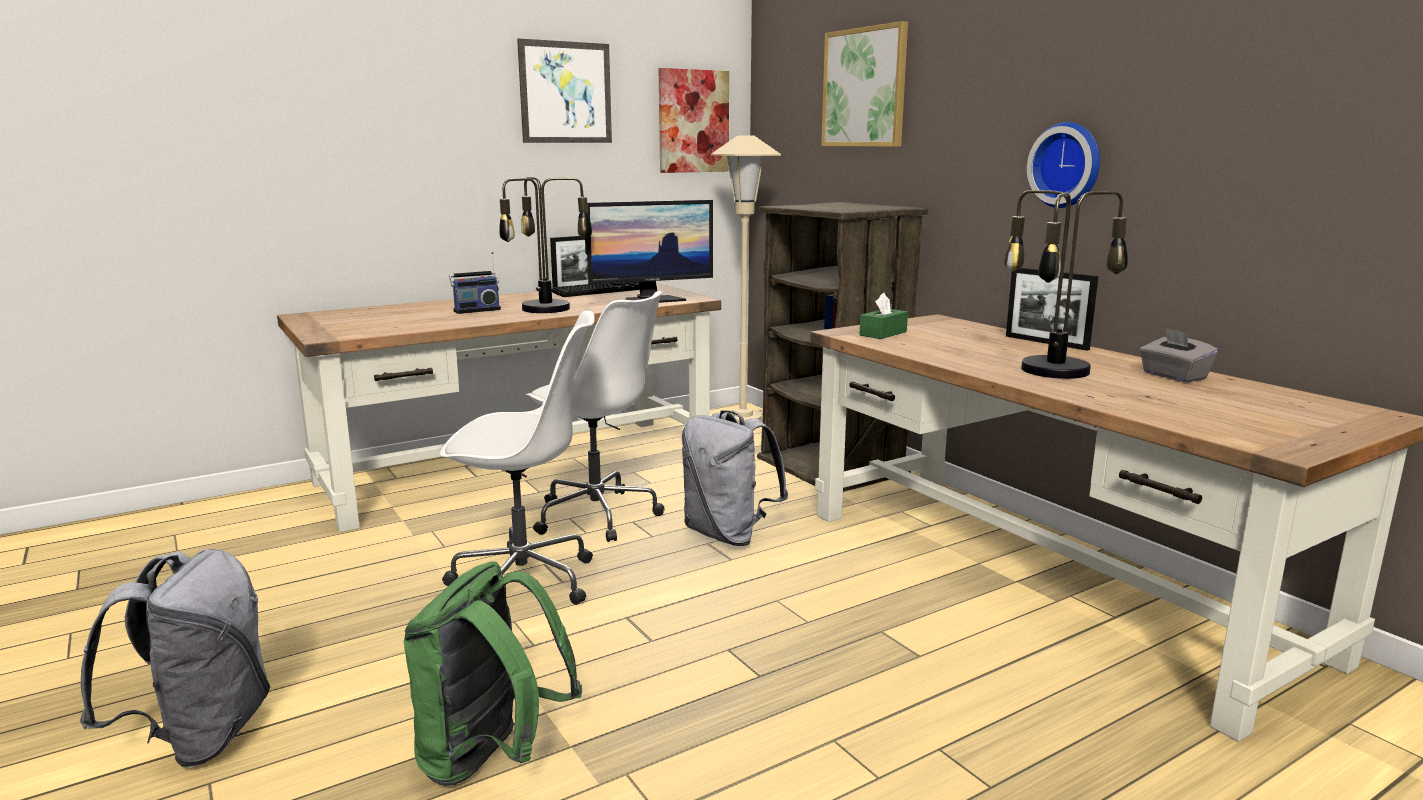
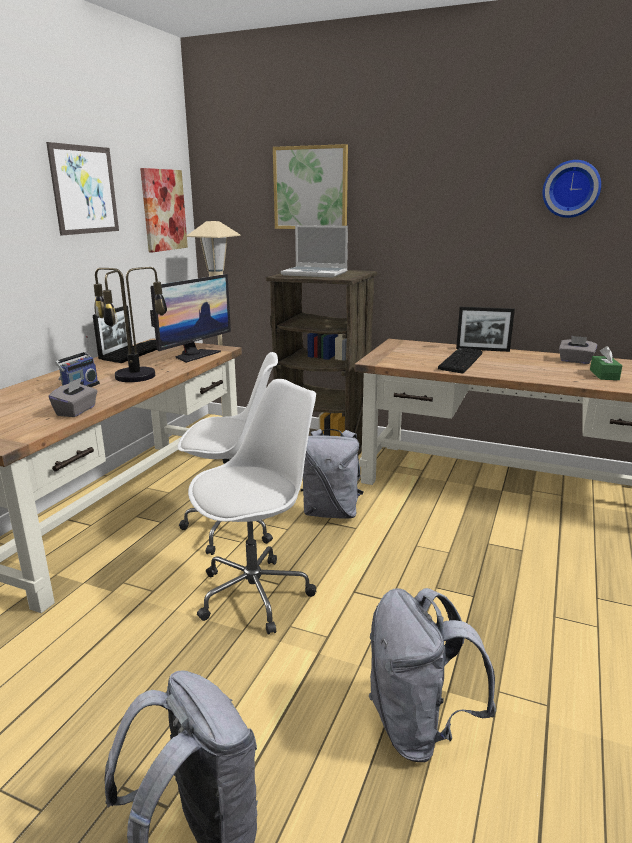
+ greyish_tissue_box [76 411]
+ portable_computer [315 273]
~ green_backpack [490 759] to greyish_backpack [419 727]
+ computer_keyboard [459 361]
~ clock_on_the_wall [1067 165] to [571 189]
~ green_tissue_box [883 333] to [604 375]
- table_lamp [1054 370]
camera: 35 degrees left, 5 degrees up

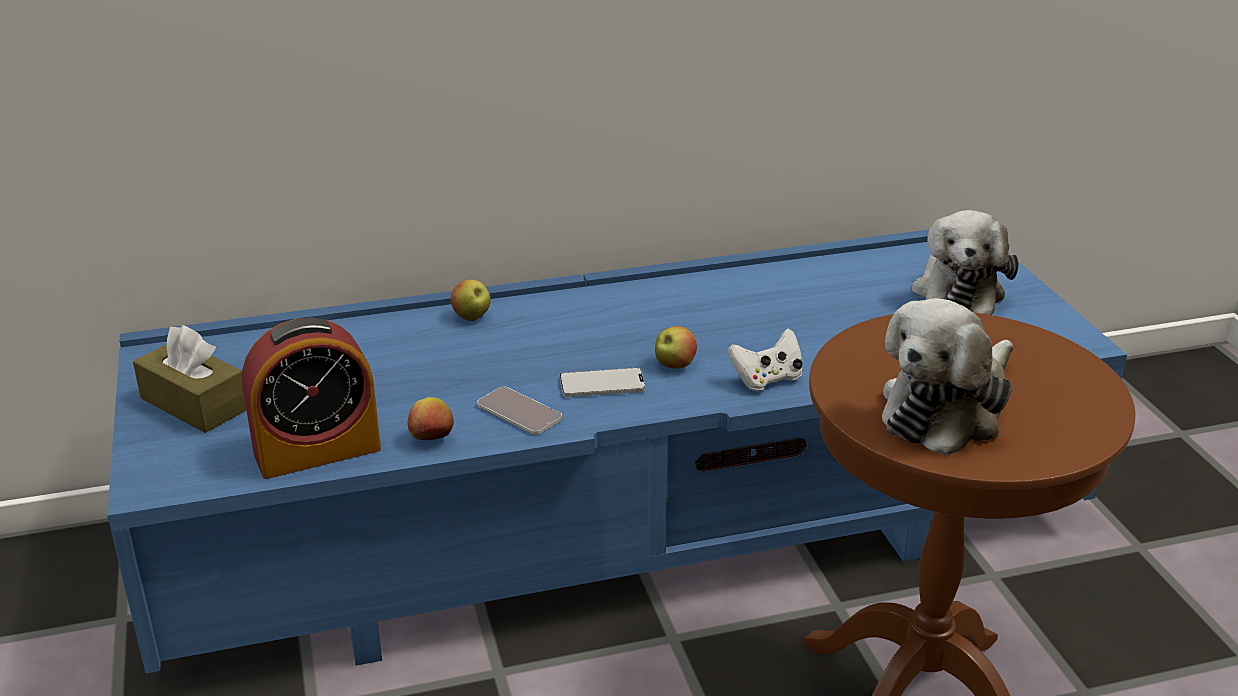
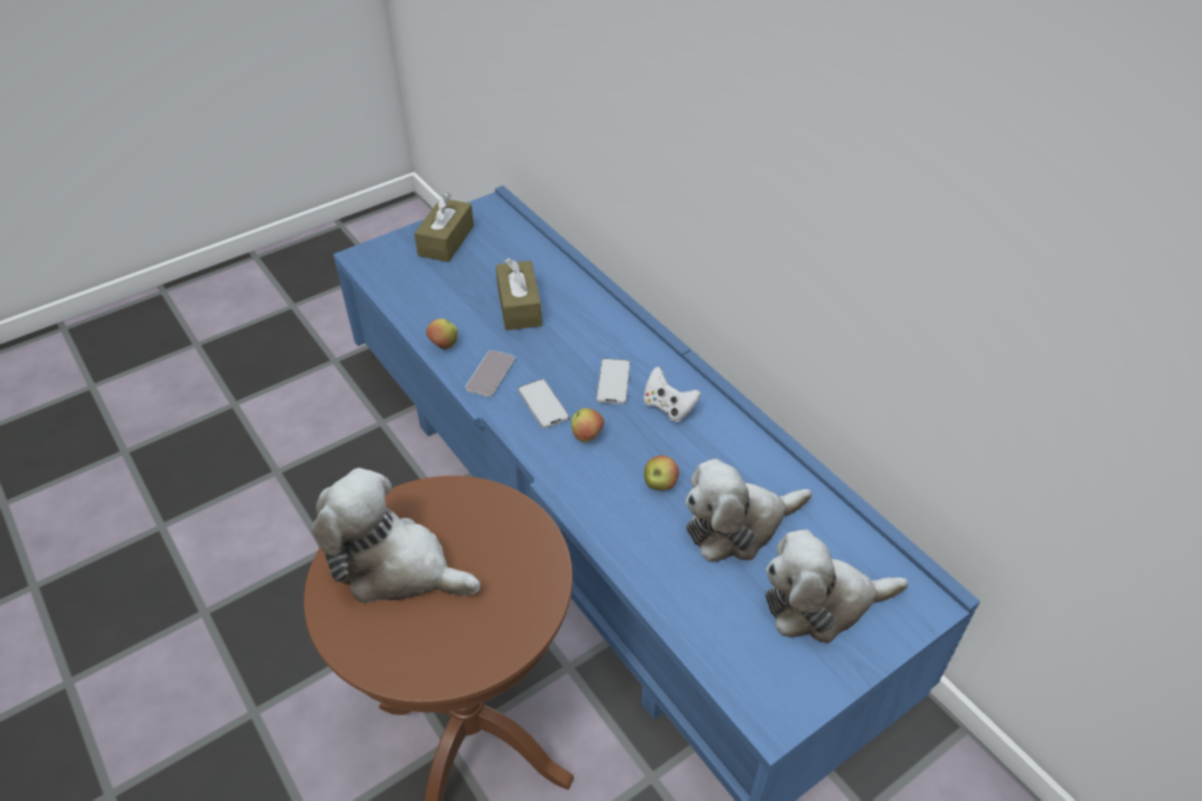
+ brownish_tissue_box [519 306]
+ phone [613 382]
~ white_joypad [767 379] to [668 407]
~ whole_apple [472 317] to [660 484]
+ soft_toy [738 526]
- alarm_clock [317 451]
camera: 70 degrees right, 15 degrees up

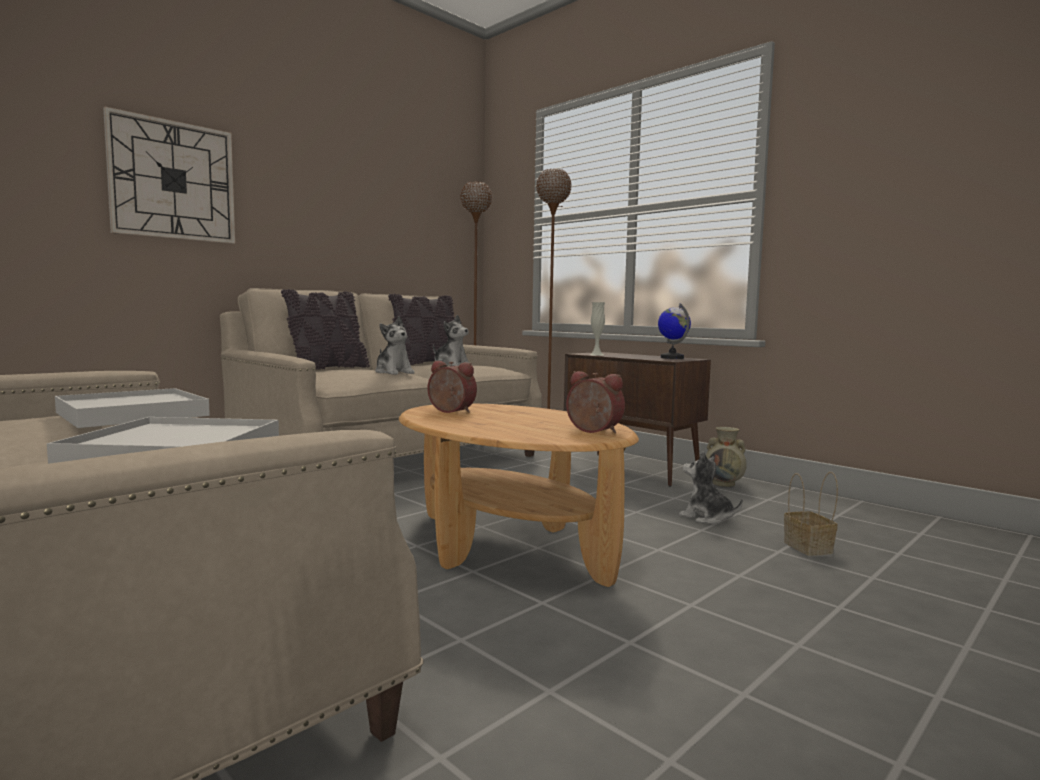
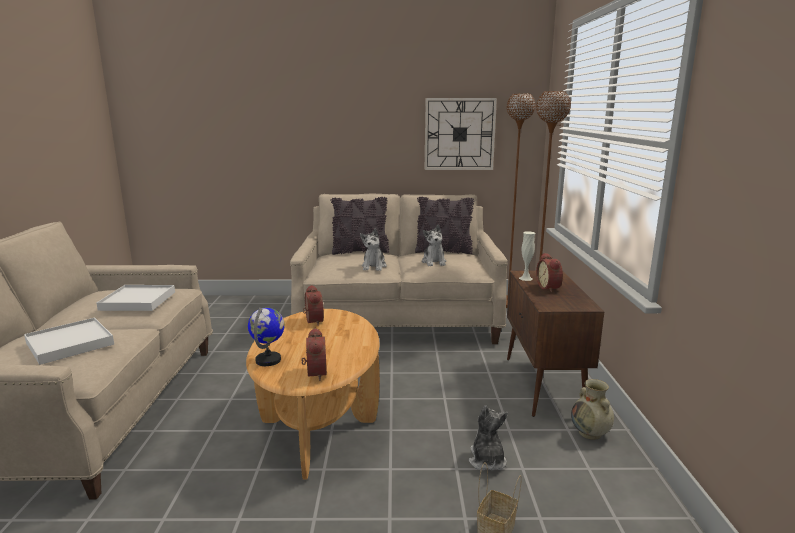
~ world_globe [672 358] to [268 360]
~ clock_on_the_wall [173 180] to [459 134]
+ alarm_clock [549 288]
camera: 45 degrees right, 10 degrees up

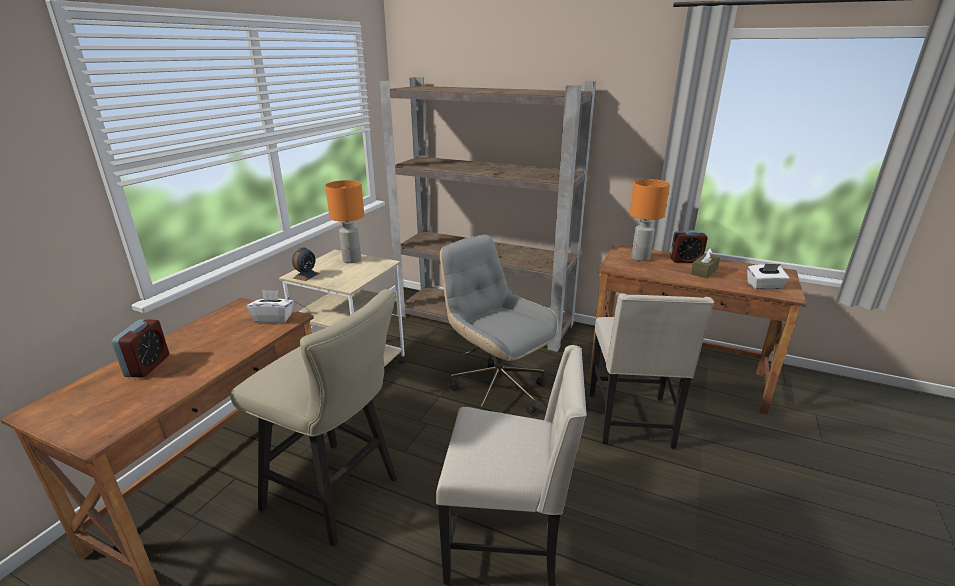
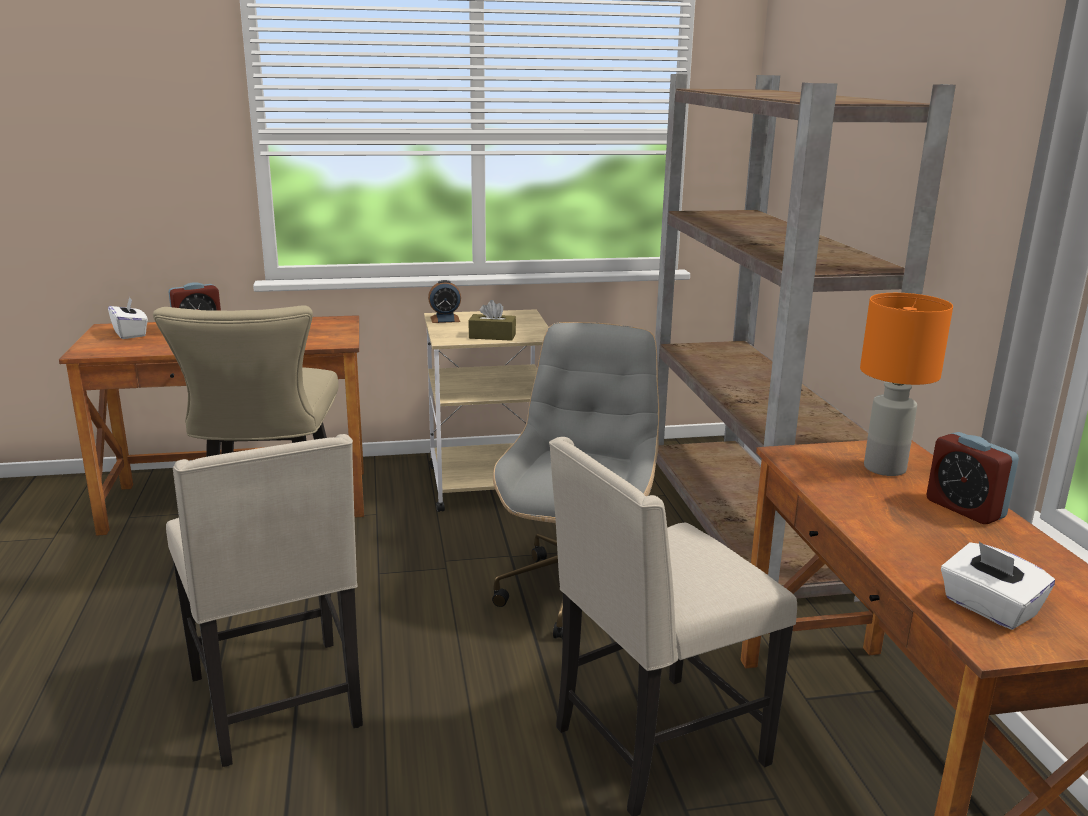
~ white_tissue_box [273 318] to [130 333]
~ brownish_tissue_box [704 271] to [492 336]
- orange-coloured_table_lamp [352 260]
camera: 55 degrees right, 5 degrees down

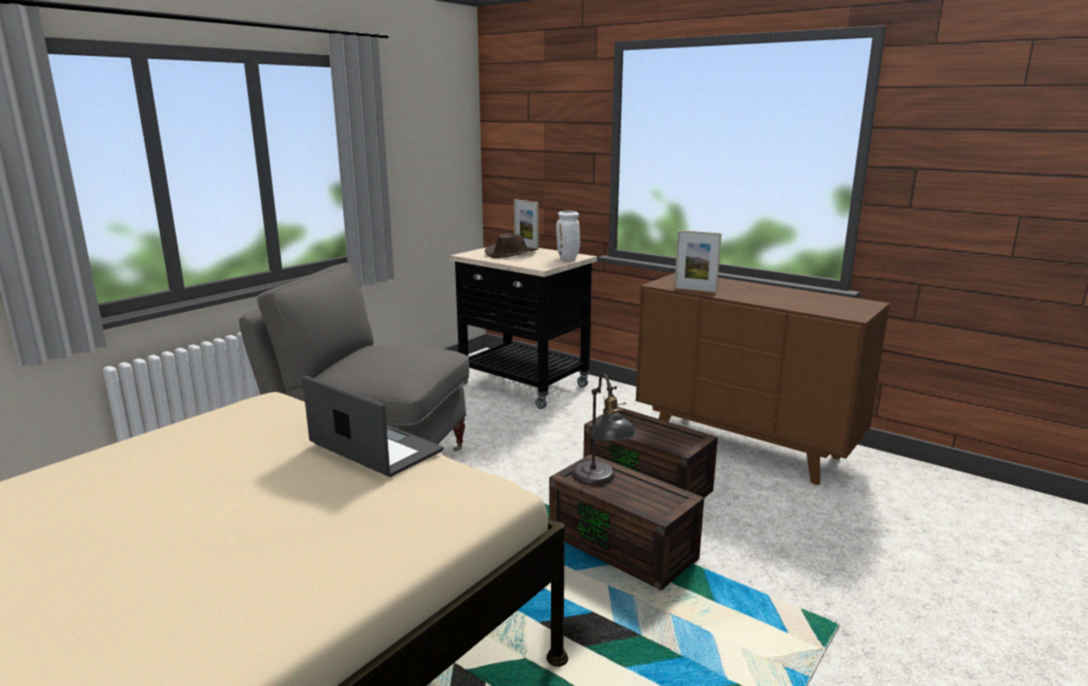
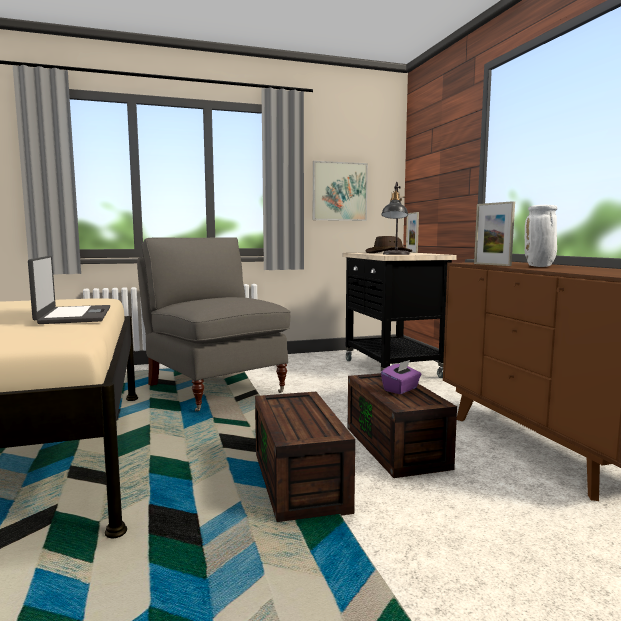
+ wall_art [339 191]
~ greyish_table_lamp [601 483] to [395 254]
+ purple_tissue_box [401 389]
~ white_vase [568 258] to [539 266]
camera: 35 degrees right, 10 degrees down

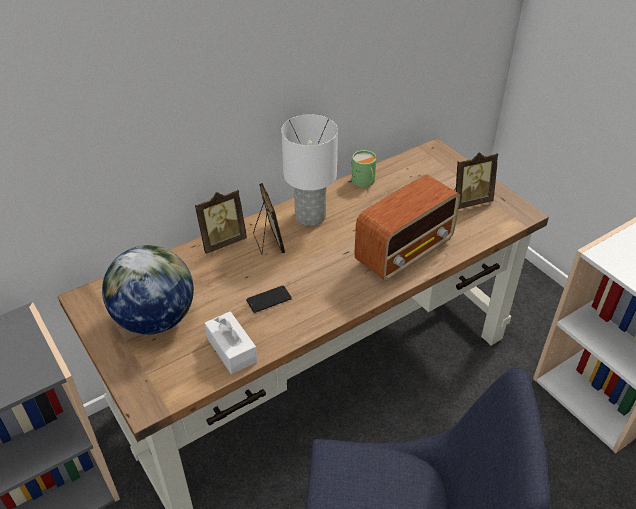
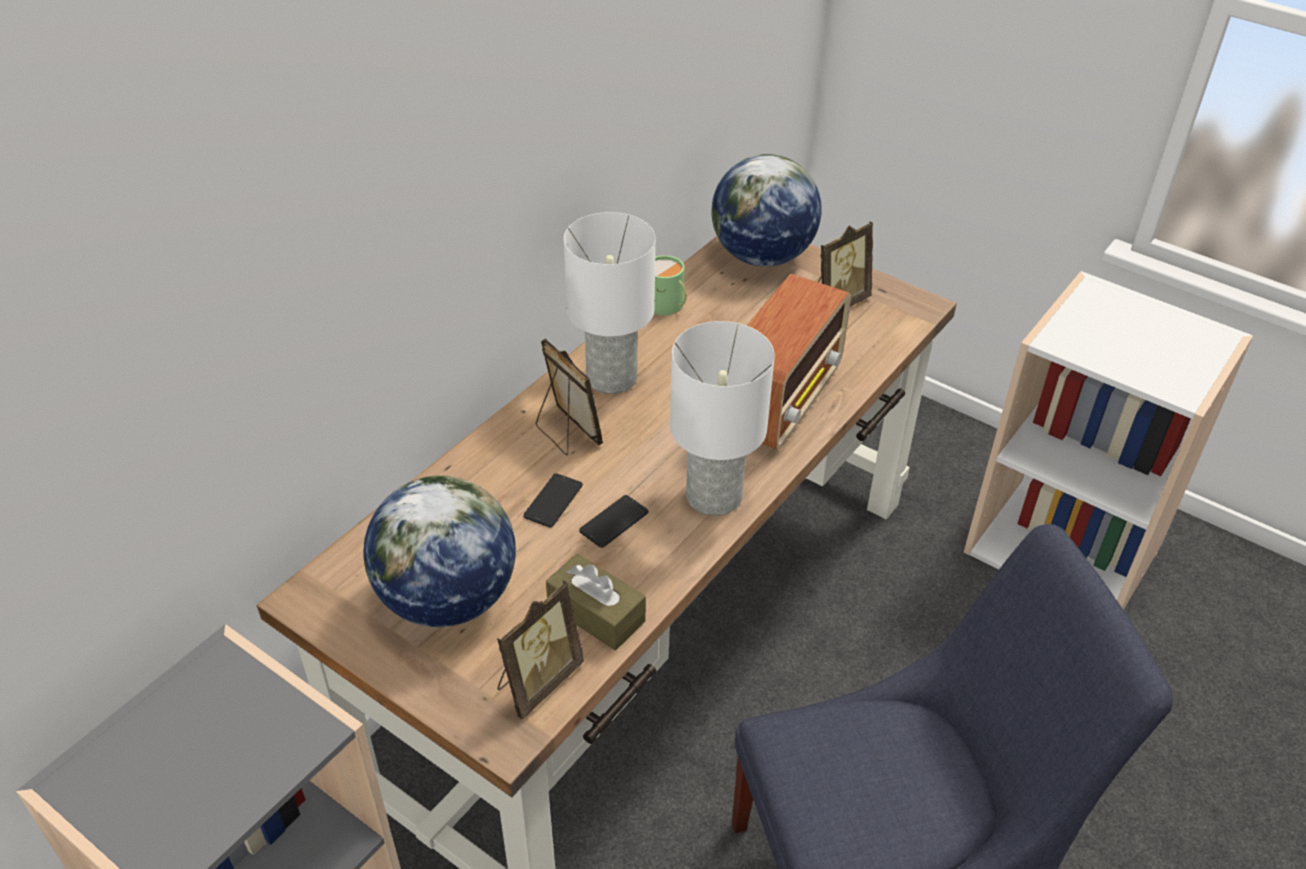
~ picture_frame [222 241] to [537 681]
+ phone [553 501]
~ white_tissue_box [231 349] to brownish_tissue_box [596 613]
+ white_table_lamp [715 495]
+ world_globe [761 256]
camera: 20 degrees left, 0 degrees up

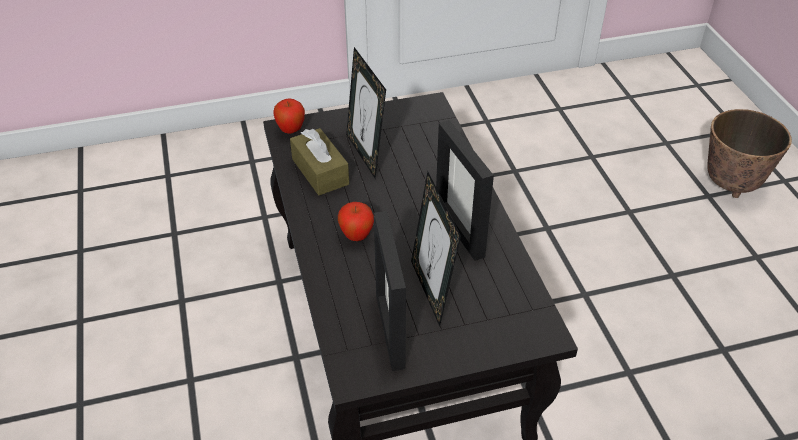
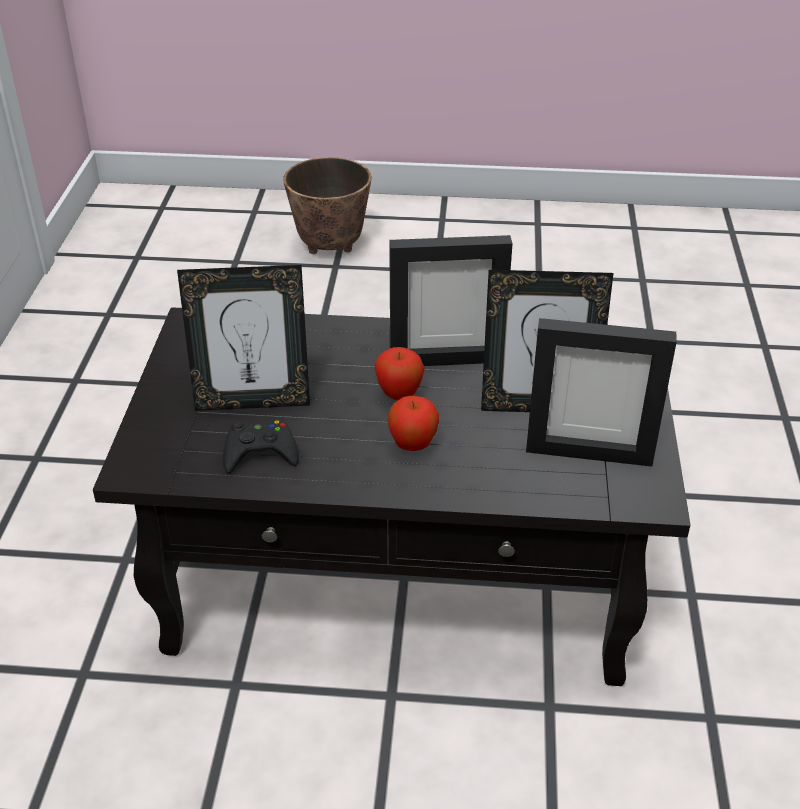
~ brownish_tissue_box [320 171] to black-coloured_joypad [260 452]
~ whole_apple [291 130] to [399 395]
camera: 70 degrees left, 5 degrees down

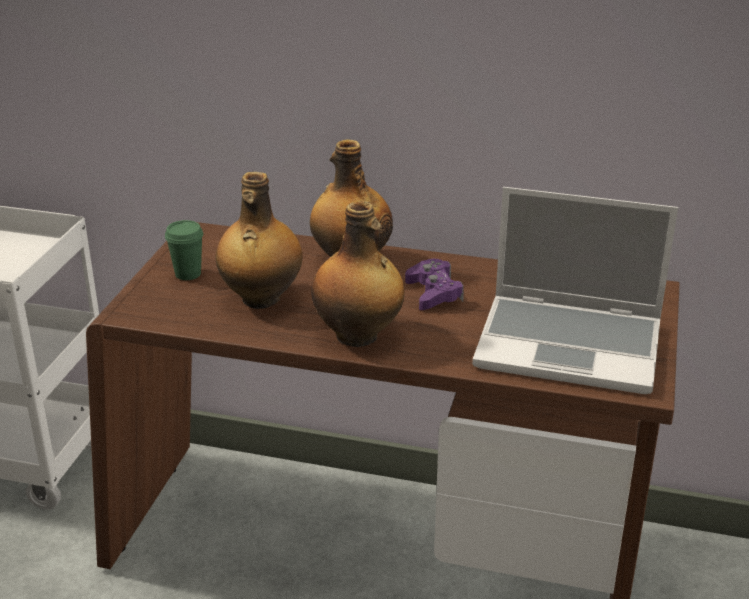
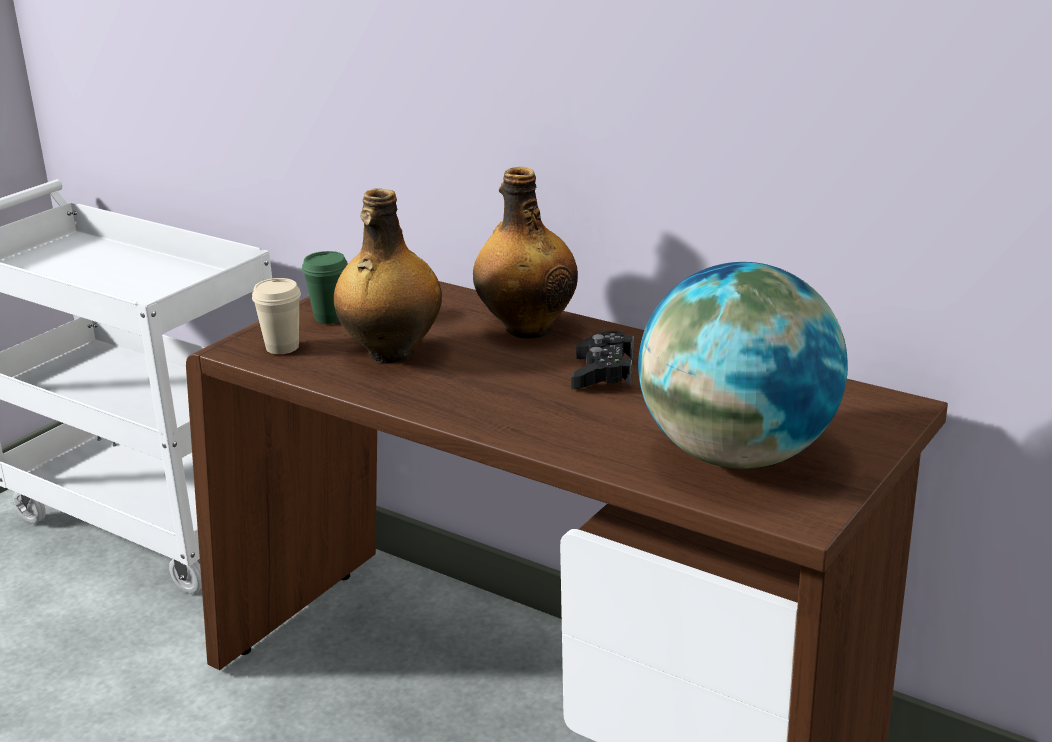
+ beige_drinking_cup [282 347]
~ purple_joypad [433 293] to black-coloured_joypad [603 373]
~ portable_computer [571 345] to world_globe [738 455]
- bottle [358 336]
camera: 20 degrees right, 5 degrees down

